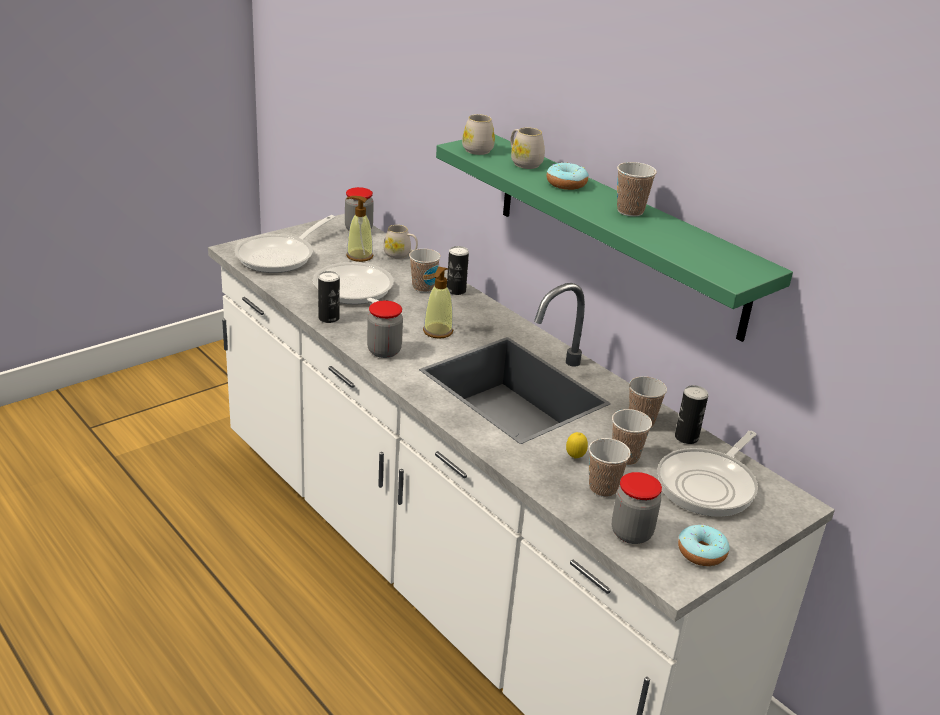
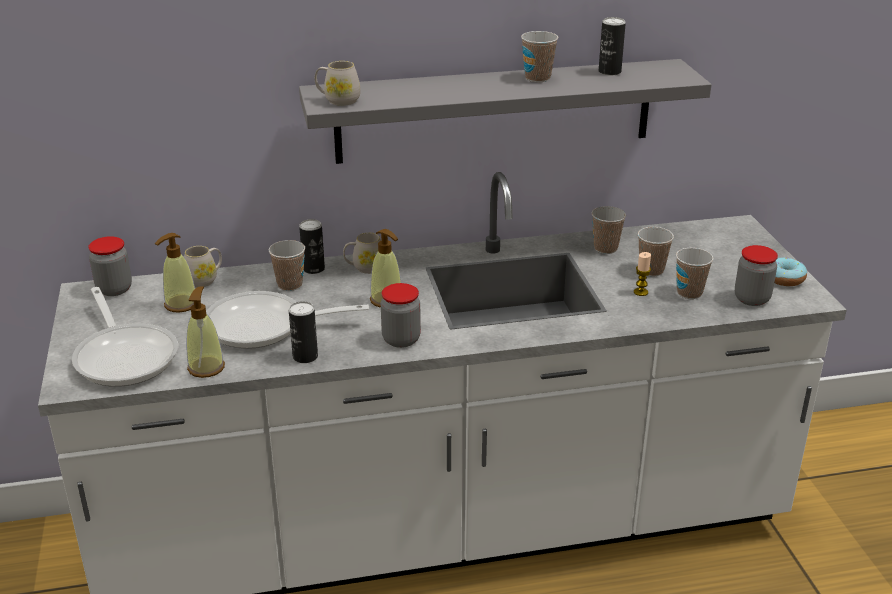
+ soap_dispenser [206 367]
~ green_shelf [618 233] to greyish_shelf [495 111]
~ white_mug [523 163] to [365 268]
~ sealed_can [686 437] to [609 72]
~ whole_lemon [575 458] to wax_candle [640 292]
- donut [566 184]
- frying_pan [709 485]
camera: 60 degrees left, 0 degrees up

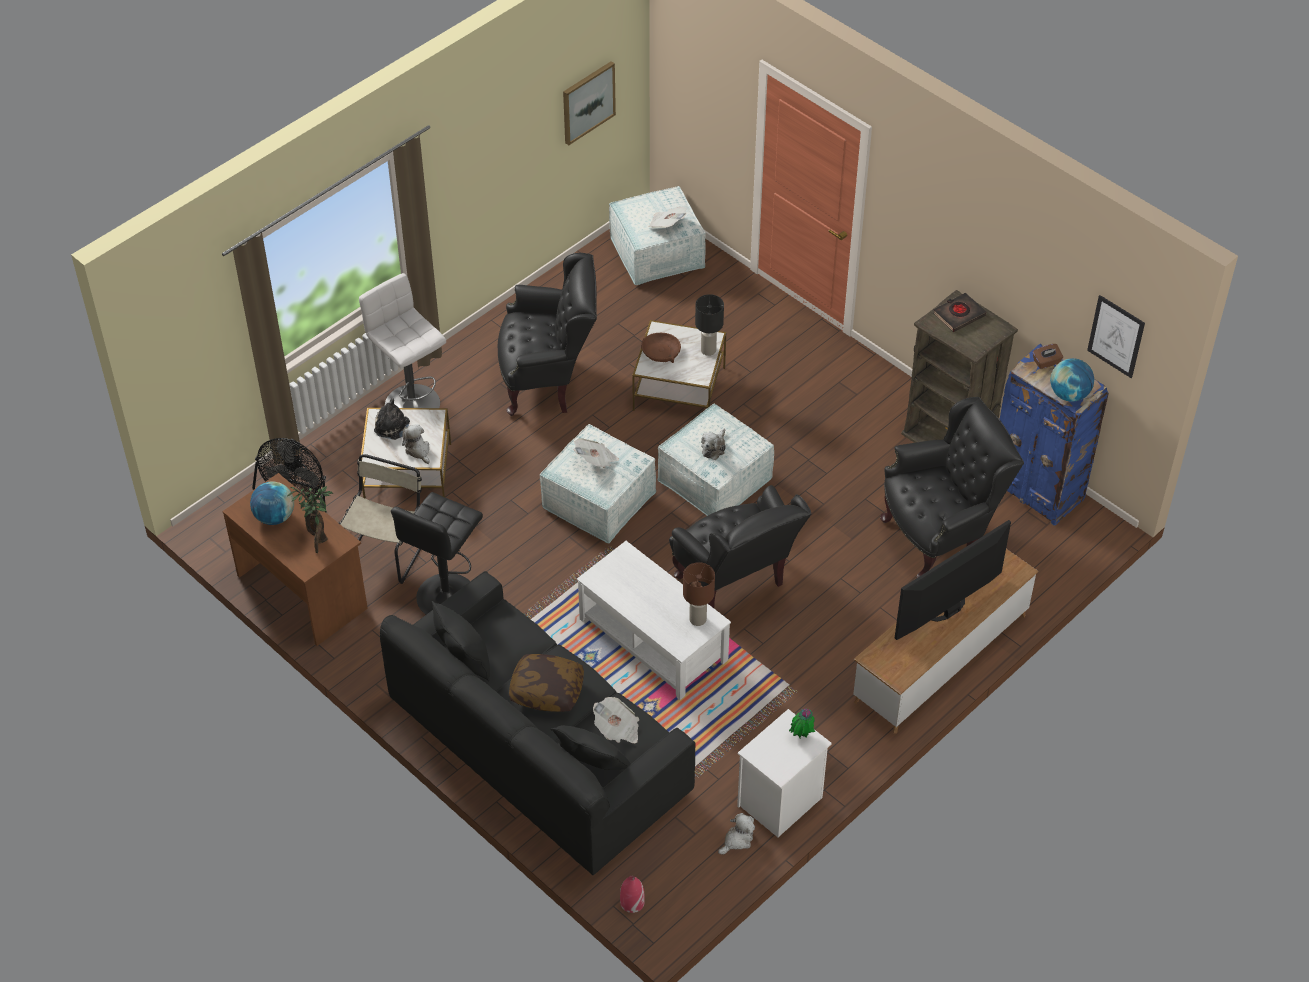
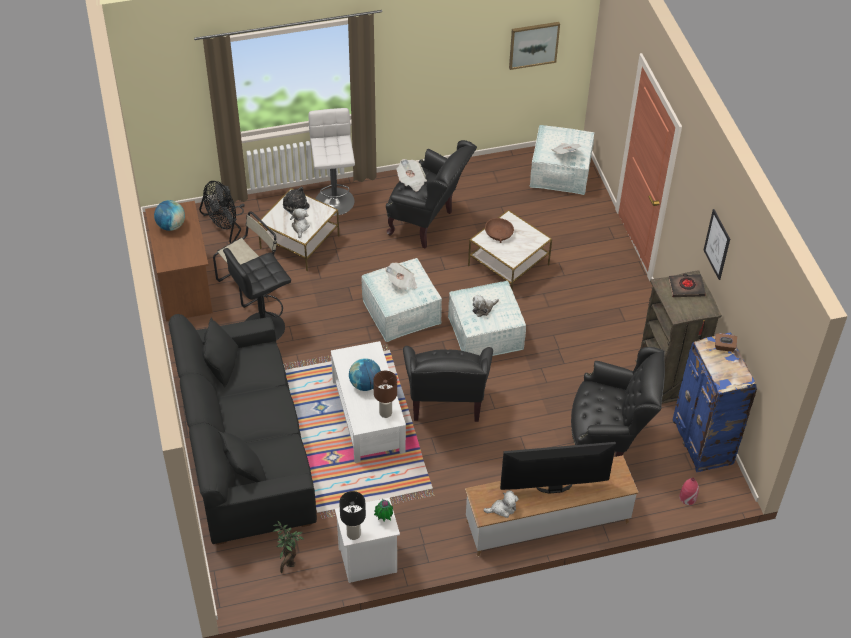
~ houseplant [318 538] to [289 561]
~ black-coloured_table_lamp [708 350] to [354 534]
~ world_globe [1069 394] to [365 384]
~ daily_paper [617 729] to [411 181]
~ soft_toy [737 840] to [502 509]
~ reddish_vase [632 902] to [687 497]
~ wall_art [1116 336] to [717 244]
- cushion [547 691]
camera: 30 degrees right, 0 degrees up

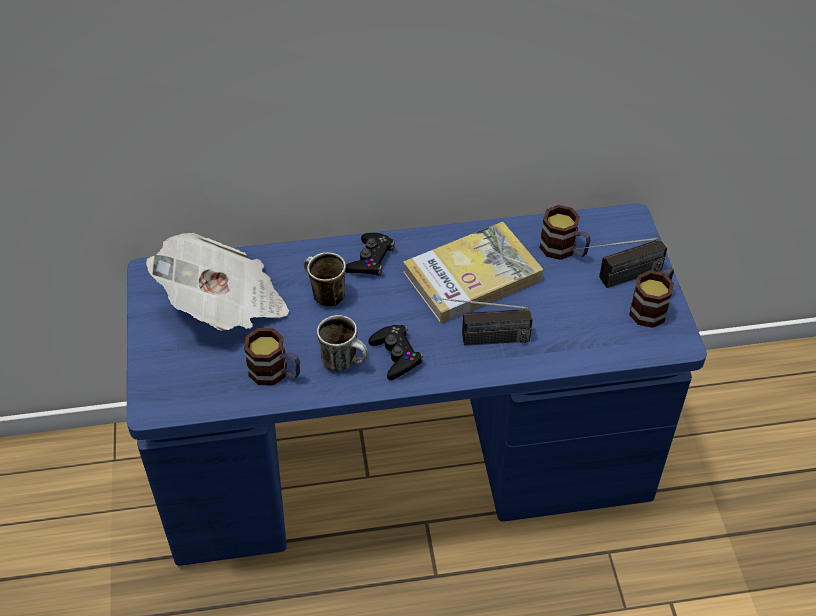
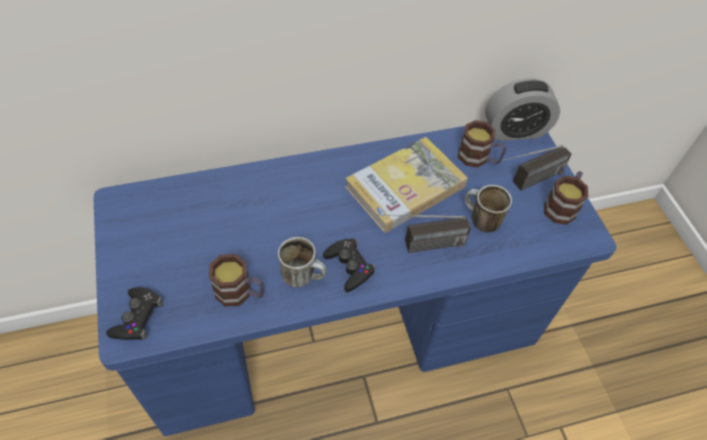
~ black-coloured_joypad [370 259] to [137 318]
~ mug [323 295] to [479 221]
+ alarm_clock [515 131]
- daily_paper [225 306]
camera: 10 degrees left, 5 degrees up

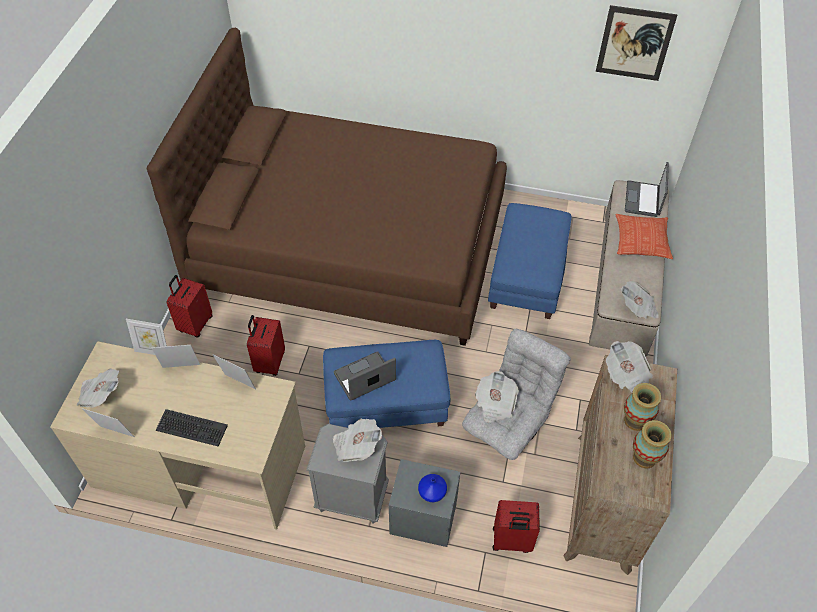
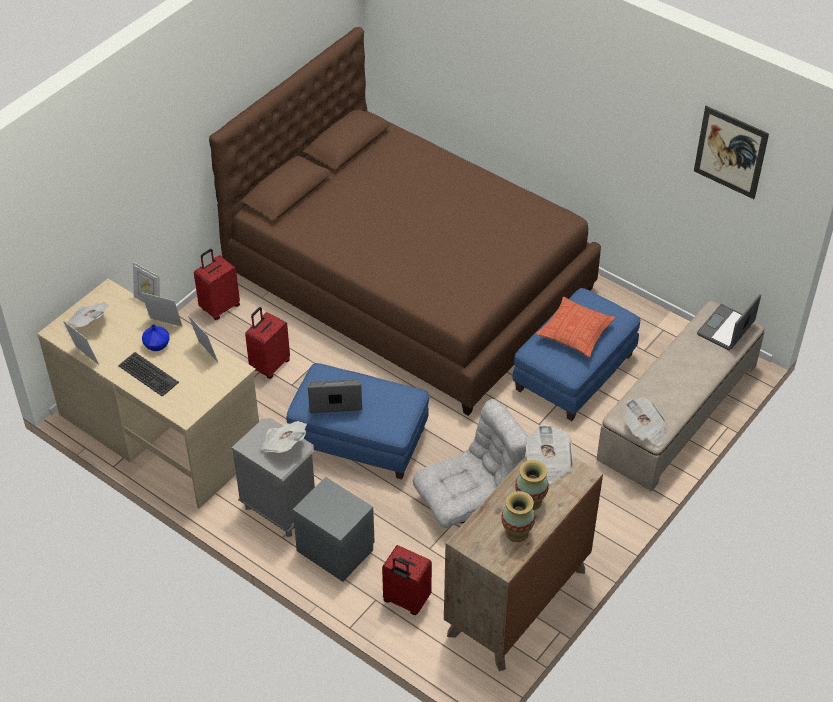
~ bluish_vase [432 492] to [157 345]
~ orange-coloured_cushion [641 242] to [575 333]
- daily_paper [495 404]
camera: 25 degrees right, 5 degrees down

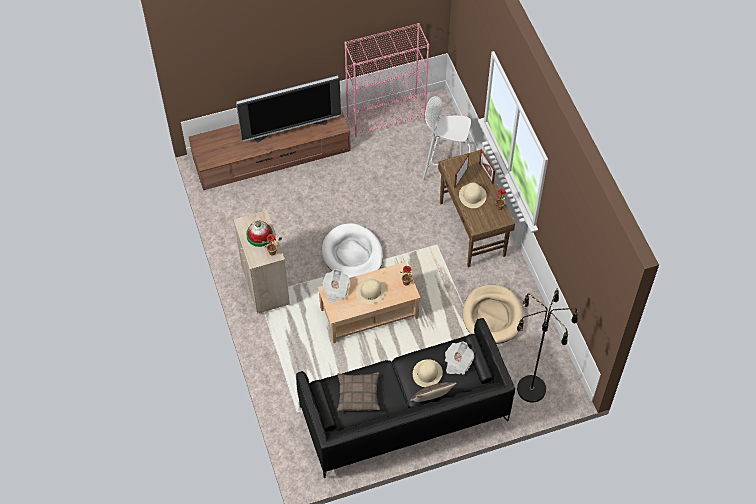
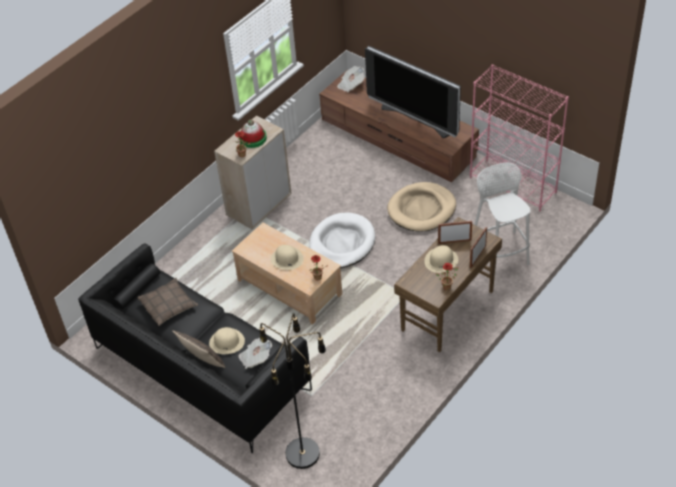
~ daily_paper [335 290] to [351 85]
~ beige_dog_bed [492 316] to [422 209]
camera: 60 degrees right, 10 degrees down

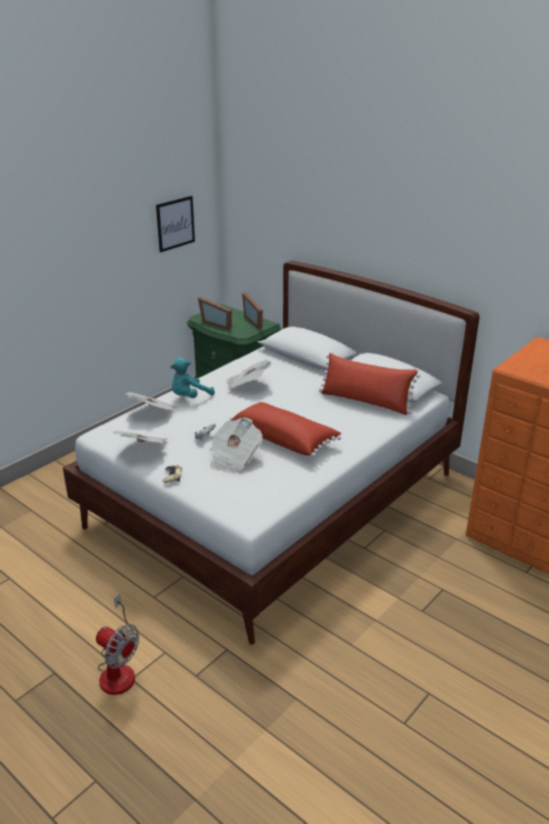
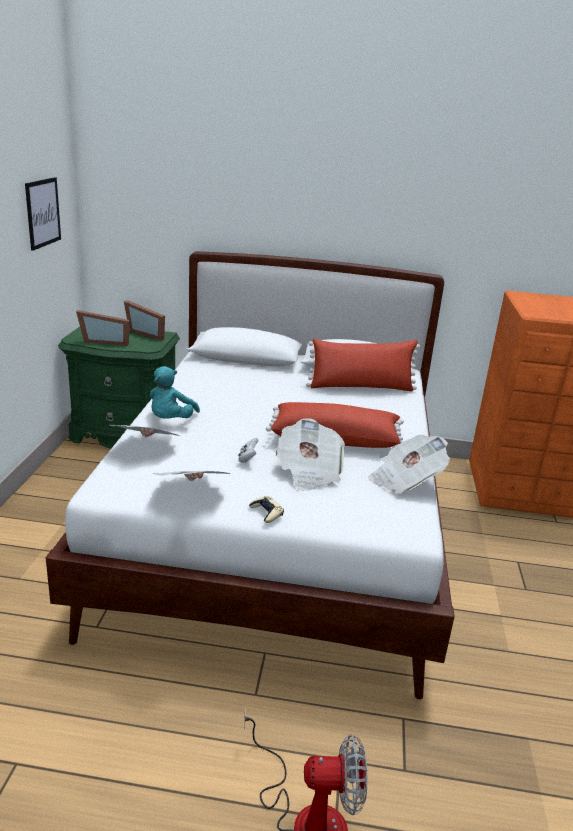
~ daily_paper [247 385] to [405 480]
camera: 35 degrees left, 5 degrees down

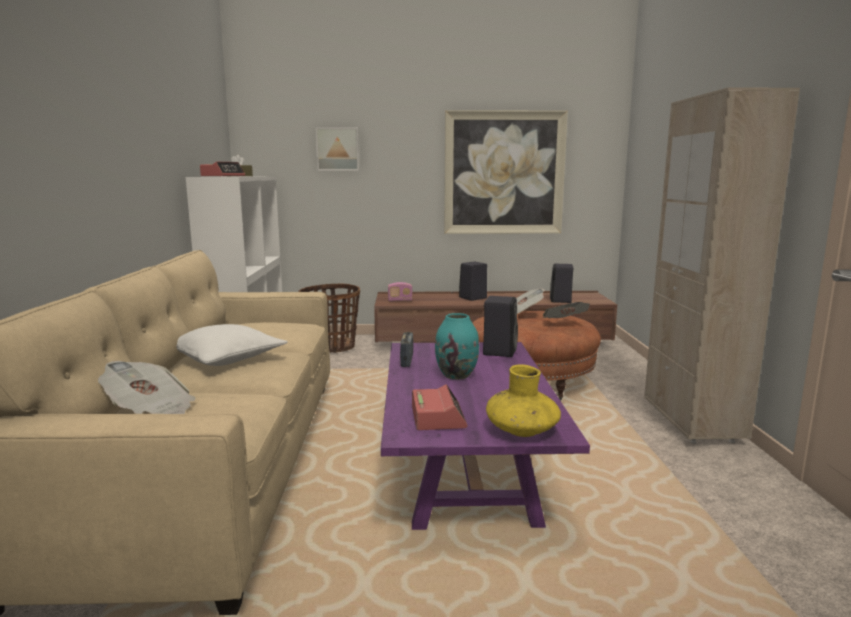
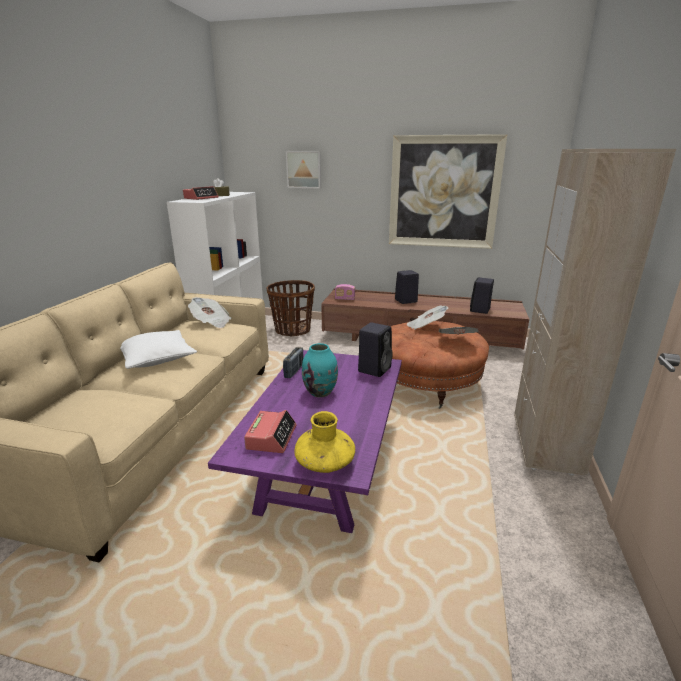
~ daily_paper [151 411] to [211 322]
camera: 15 degrees right, 10 degrees up

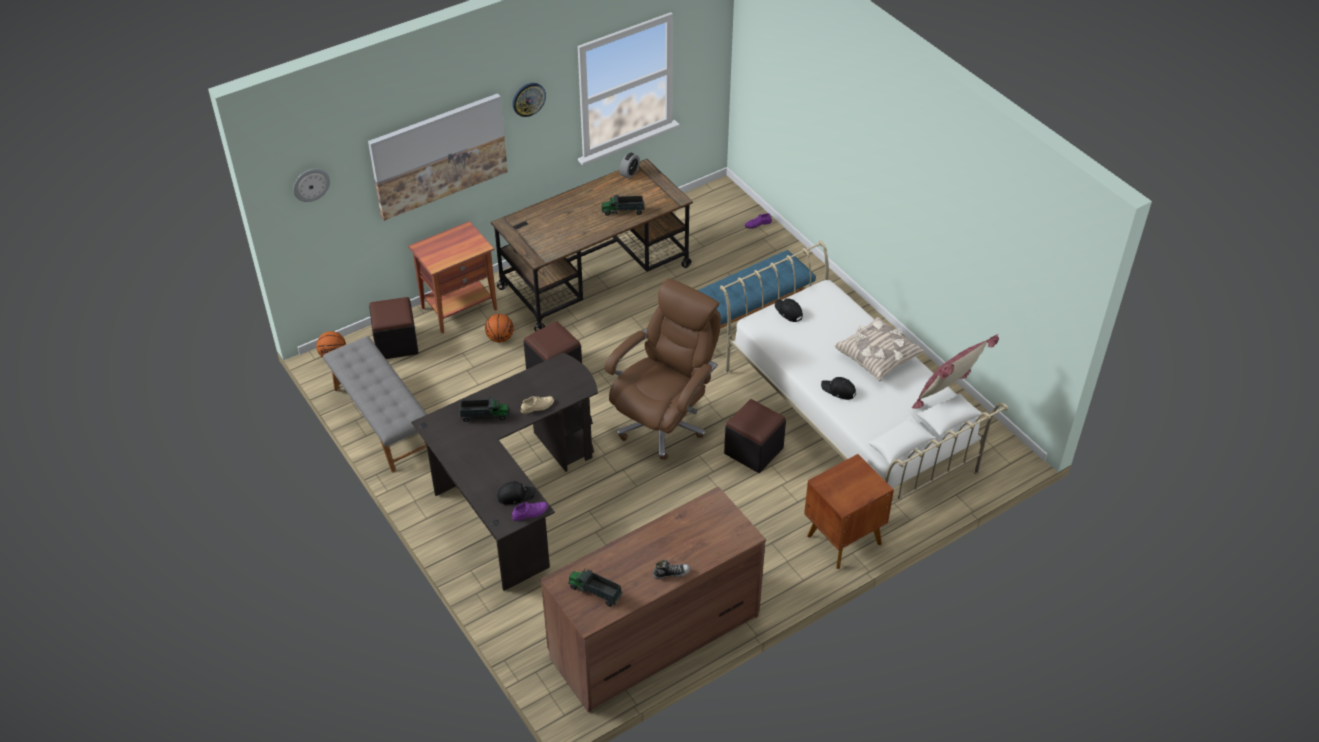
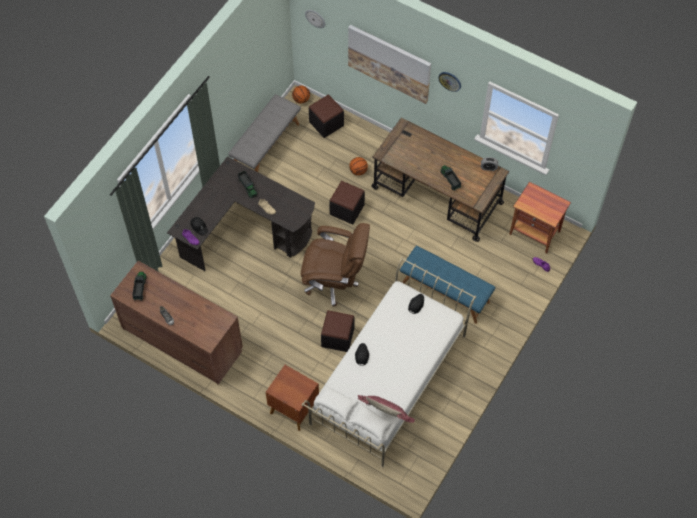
~ night_table [459 308] to [535 233]
- beige_cushion [877 358]
camera: 65 degrees right, 15 degrees up

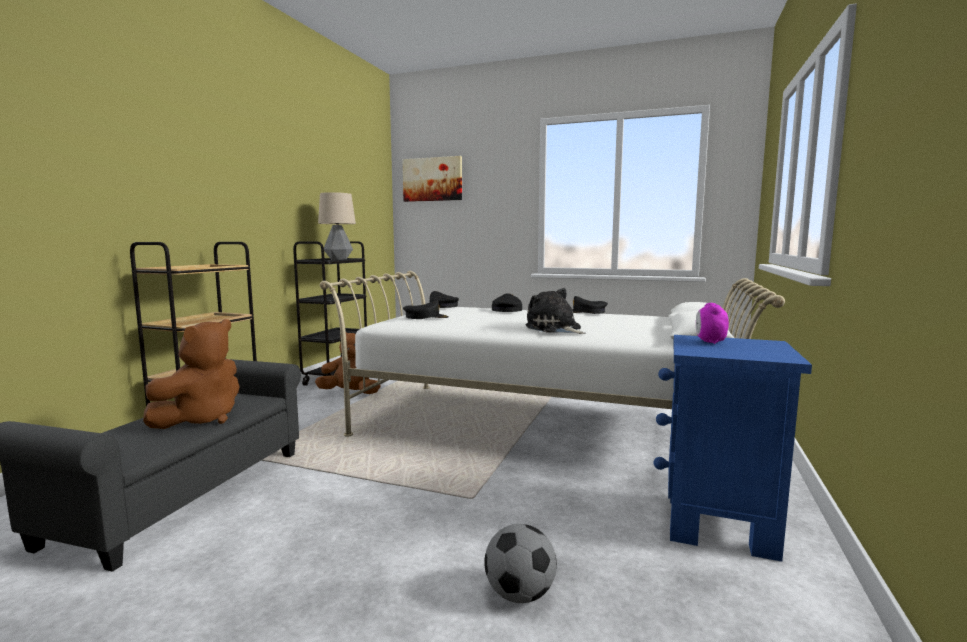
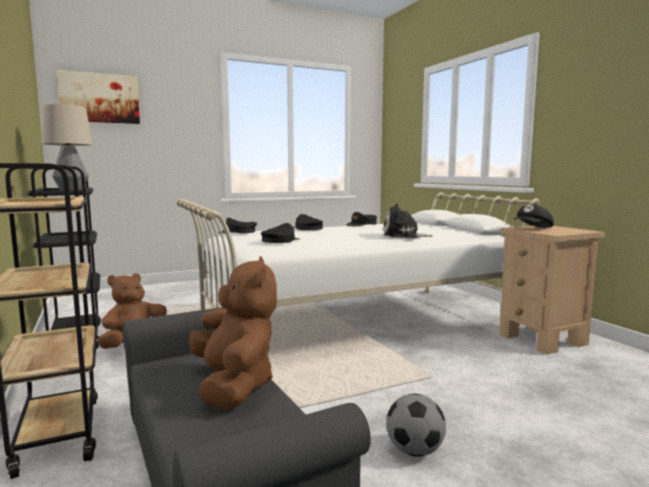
~ football [519 595] to [415 451]
~ bluish_night_table [717 524] to beige_night_table [542 340]
~ alarm_clock [709 342] to black-coloured_peaked_cap [532 229]
camera: 45 degrees left, 0 degrees up

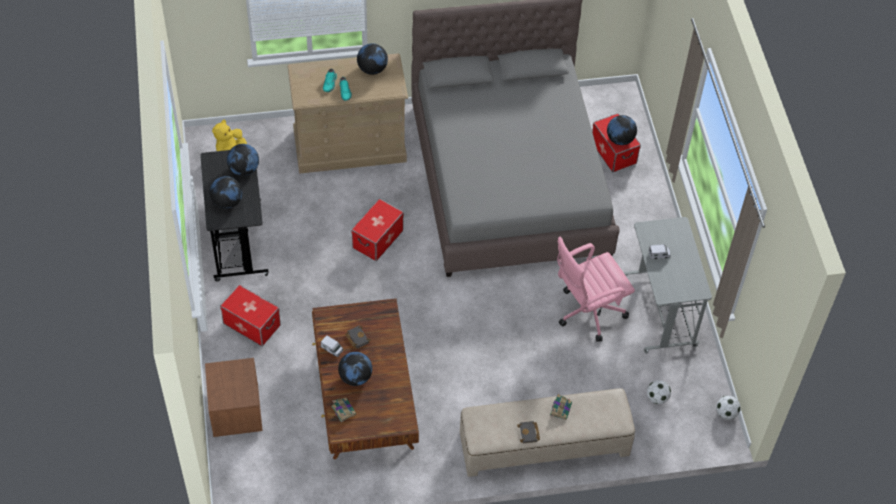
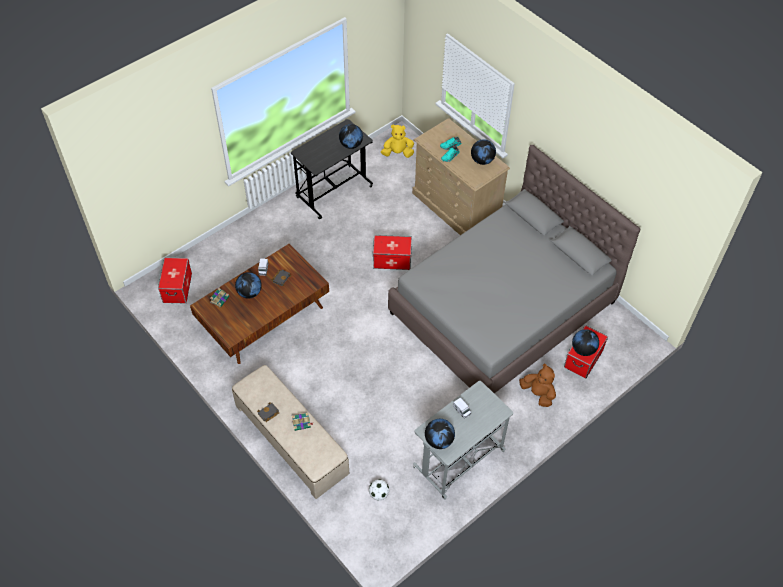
~ storage_bin [251 324] to [177 287]
~ world_globe [227 202] to [439 440]
+ brownish_soft_toy [538 393]
- brownish_night_table [236 411]
- pink-coloured_office_chair [587 313]
- football [726 413]
camera: 60 degrees right, 0 degrees up

